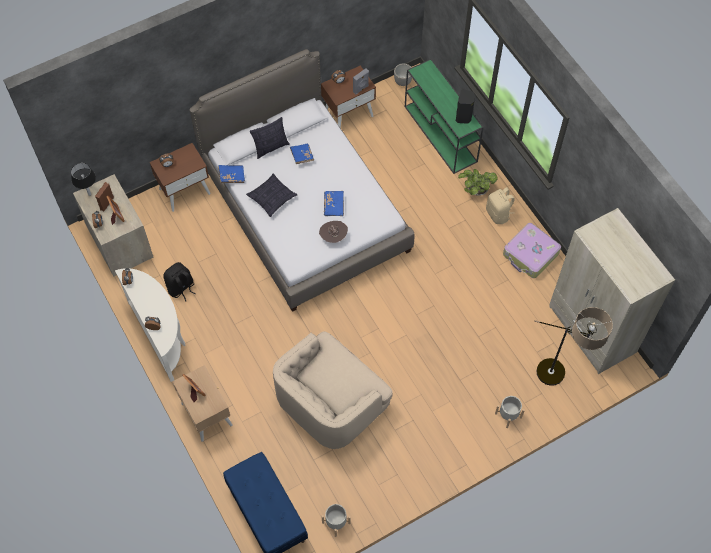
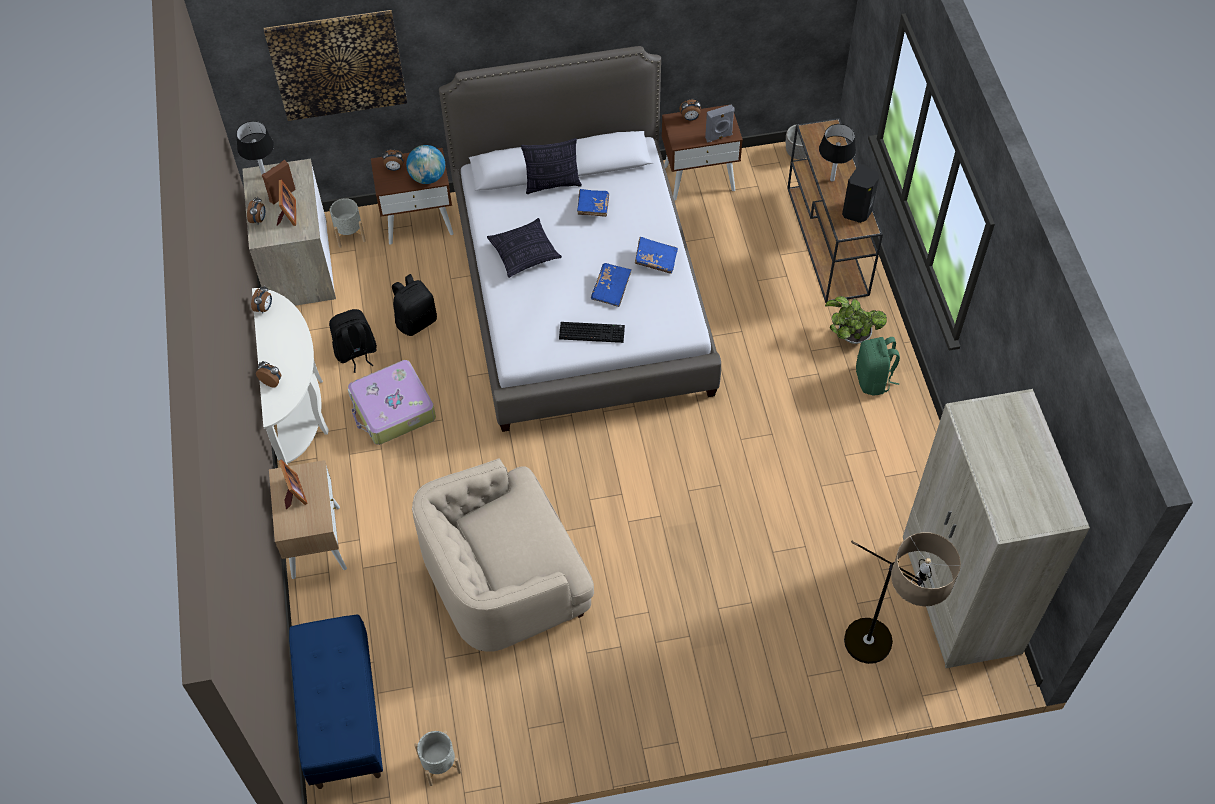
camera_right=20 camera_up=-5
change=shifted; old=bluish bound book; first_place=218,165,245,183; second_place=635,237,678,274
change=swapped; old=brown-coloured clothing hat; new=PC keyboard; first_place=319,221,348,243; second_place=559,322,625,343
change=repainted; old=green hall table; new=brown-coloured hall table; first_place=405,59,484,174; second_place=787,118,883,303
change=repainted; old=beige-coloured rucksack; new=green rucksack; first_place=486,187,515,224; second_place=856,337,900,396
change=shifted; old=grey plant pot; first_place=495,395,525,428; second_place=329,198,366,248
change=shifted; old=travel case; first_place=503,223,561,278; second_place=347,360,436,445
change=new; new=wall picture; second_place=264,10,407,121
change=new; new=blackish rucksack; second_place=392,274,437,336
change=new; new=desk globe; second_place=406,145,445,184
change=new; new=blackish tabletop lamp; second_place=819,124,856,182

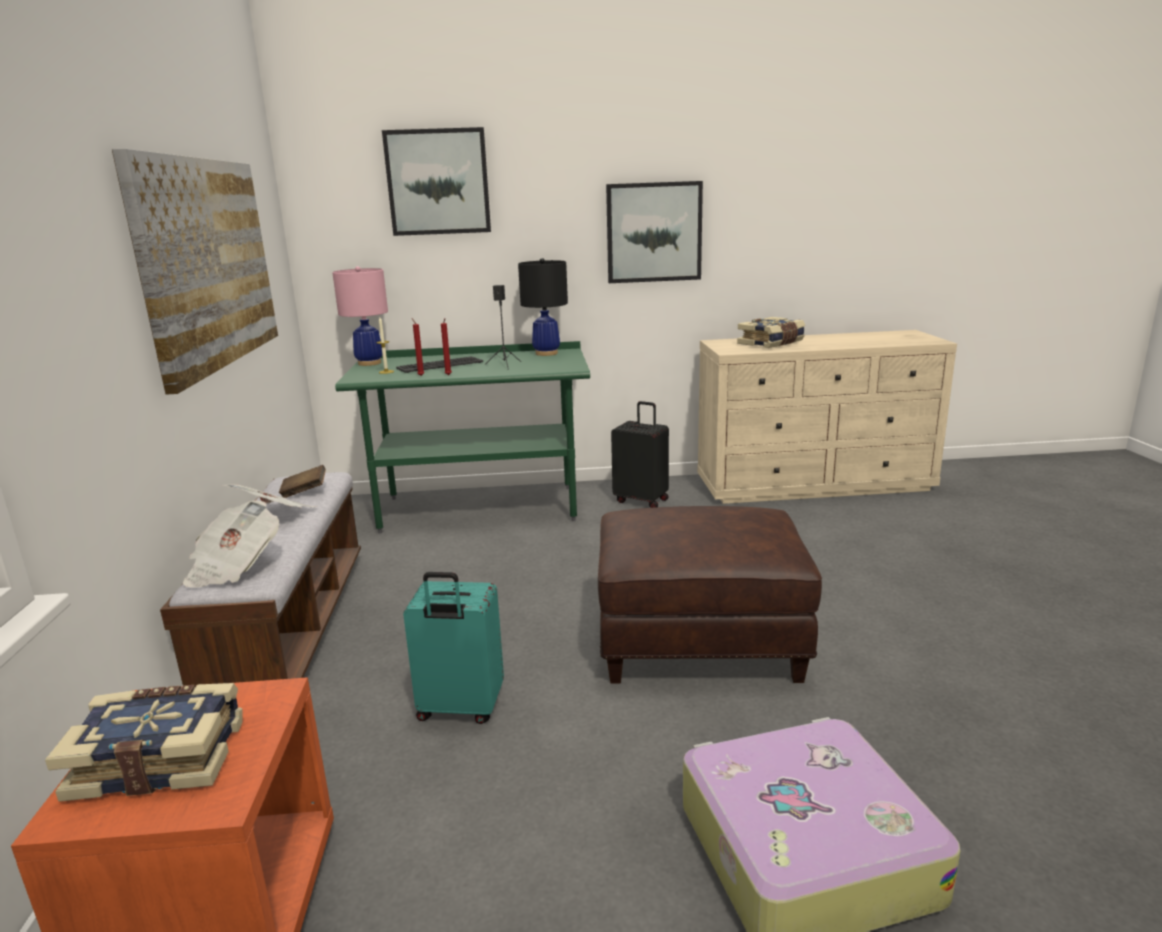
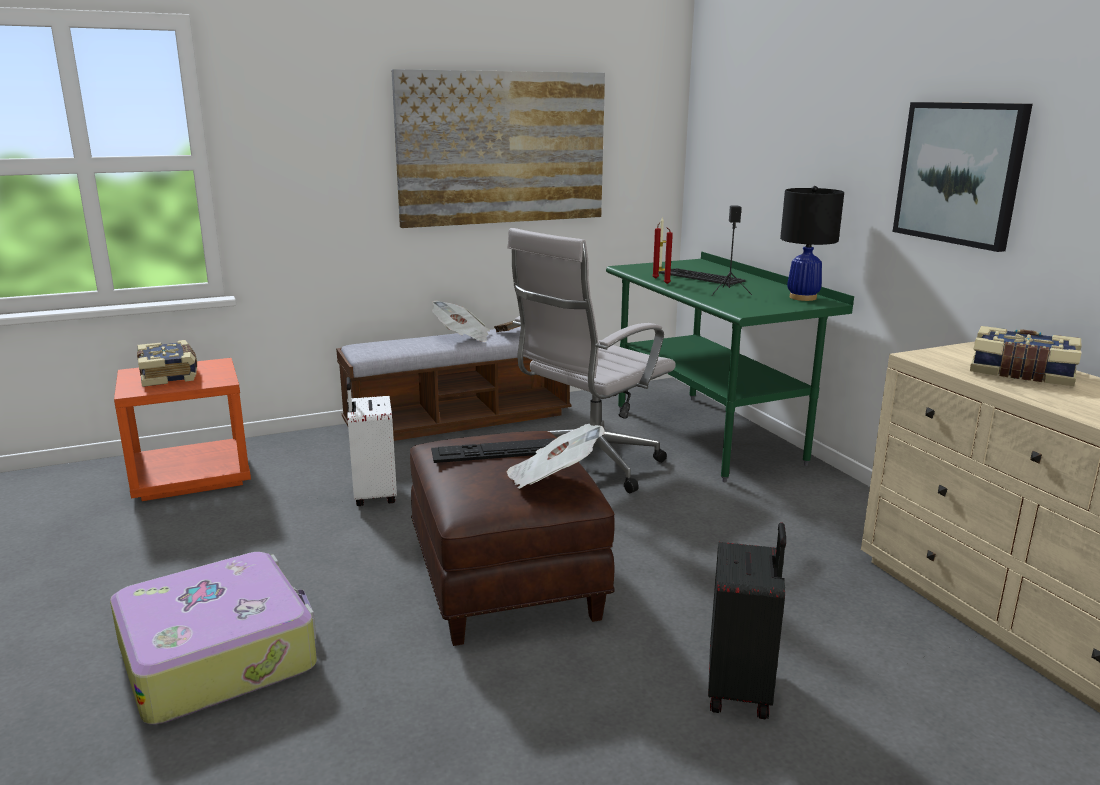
camera_right=70 camera_up=0
change=shifted; old=newspaper; first_place=183,500,279,588; second_place=507,424,605,489
change=gone; old=pinkish tabletop lamp; first_place=332,266,388,366
change=gone; old=wall picture; first_place=382,127,491,236
change=repainted; old=blue-green travel case; new=white travel case; first_place=403,572,504,724; second_place=347,377,397,506
change=shifted; old=blackish travel case; first_place=611,401,669,508; second_place=708,523,786,719
change=new; new=PC keyboard; second_place=431,438,556,463
change=new; new=white desk chair; second_place=507,228,676,493

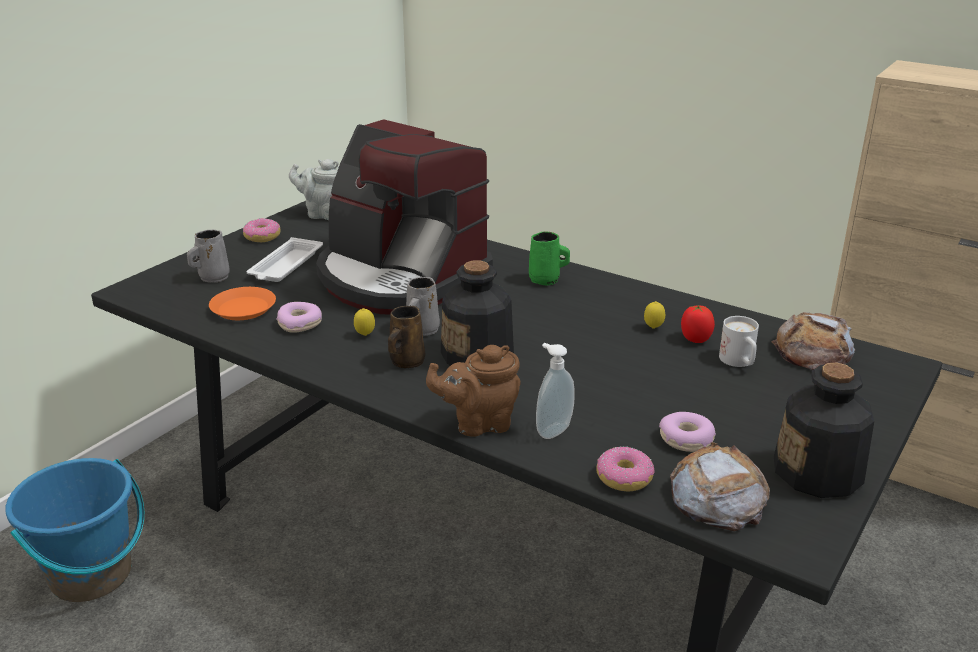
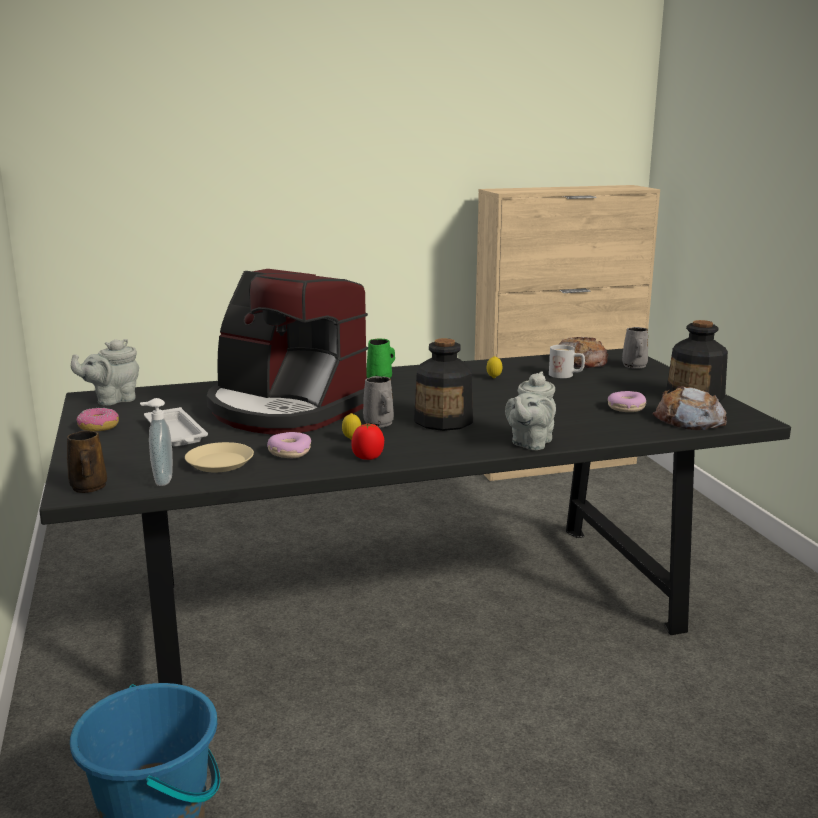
camera_right=-50 camera_up=-10
change=shifted; old=grey mug; first_place=187,230,229,283; second_place=622,327,648,369
change=repainted; old=orange-coloured dinner plate; new=beige-coloured dinner plate; first_place=209,287,276,320; second_place=185,442,254,472
change=rotated; old=coffee machine; first_place=316,119,493,315; second_place=207,269,368,434; degrees=45
change=shifted; old=brown-coloured mug; first_place=388,306,425,368; second_place=67,430,107,493
change=repainted; old=brown-coloured tea pot; new=grey tea pot; first_place=426,345,521,437; second_place=505,371,556,450
change=shifted; old=soap bottle; first_place=536,343,575,439; second_place=140,398,173,486
change=gone; old=doughnut; first_place=597,446,654,491
change=shifted; old=whole tomato; first_place=681,305,715,343; second_place=351,423,384,460

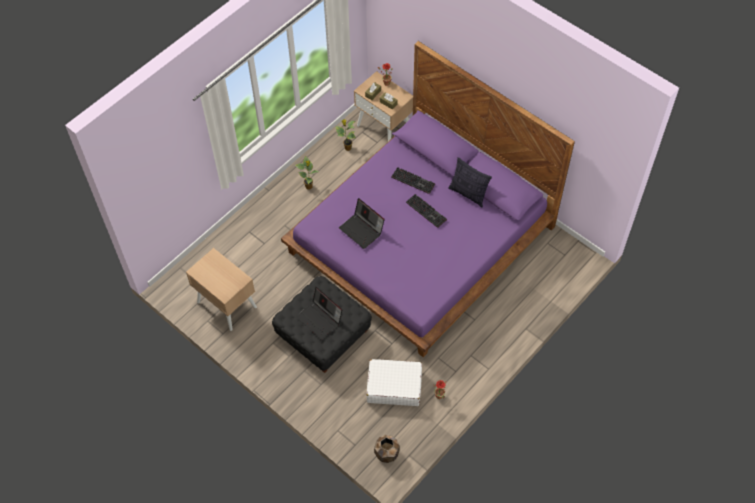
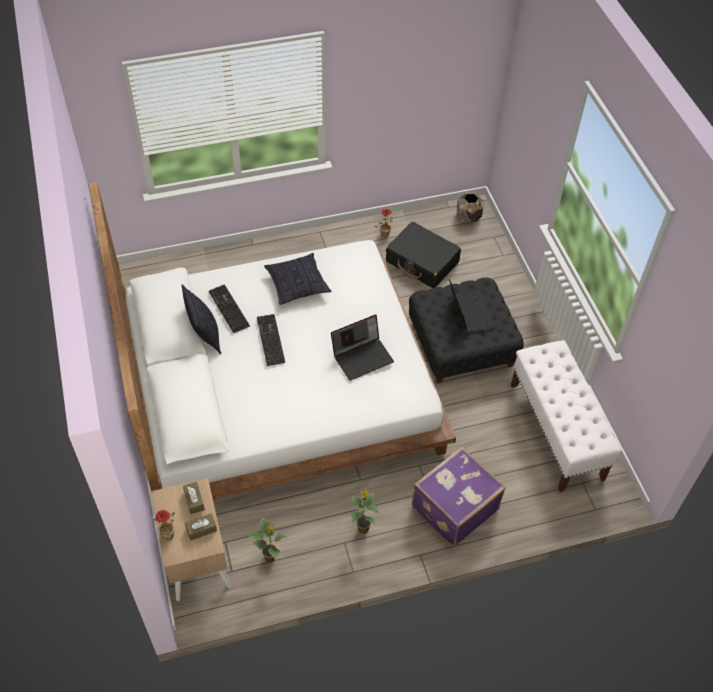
camera_right=-150 camera_up=-5
change=swapped; old=beige-coloured night table; new=white indoor bench; first_place=186,248,257,331; second_place=511,340,622,492
change=repainted; old=purple bed; new=white bed; first_place=281,41,575,357; second_place=89,182,456,500
change=rotated; old=notebook computer; first_place=339,198,385,249; second_place=331,315,394,381; degrees=75
change=repainted; old=white travel case; new=blackish travel case; first_place=367,359,422,406; second_place=386,222,461,288
change=shifted; old=PC keyboard; first_place=391,167,435,194; second_place=209,284,250,333
change=new; new=cushion; second_place=264,253,331,305
change=new; new=purple travel case; second_place=412,446,506,547

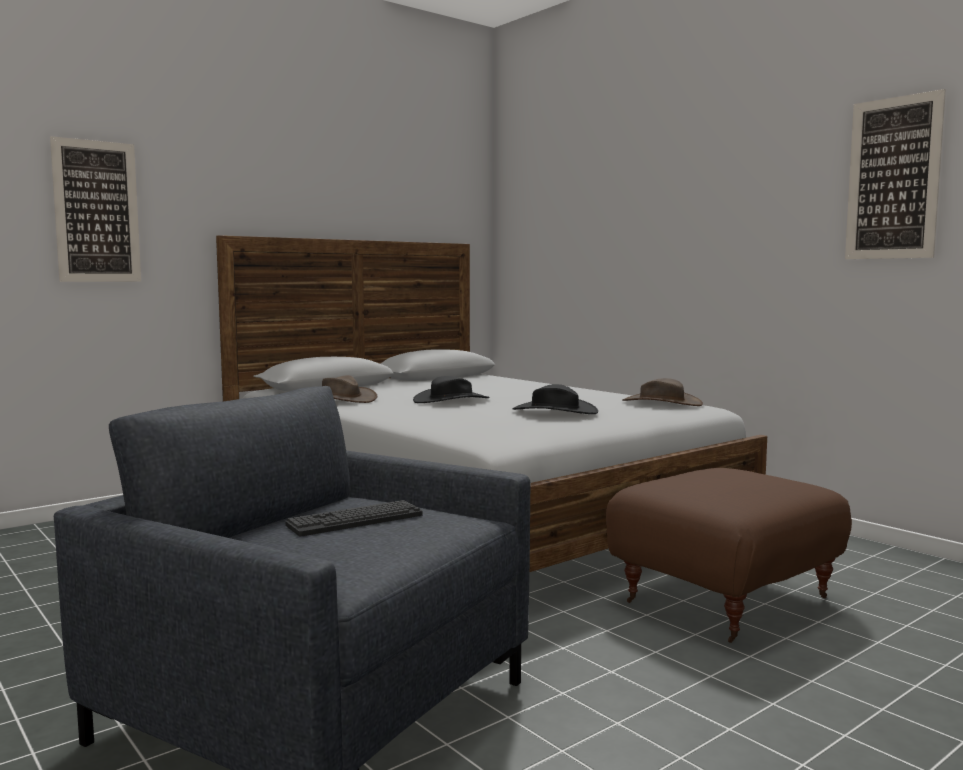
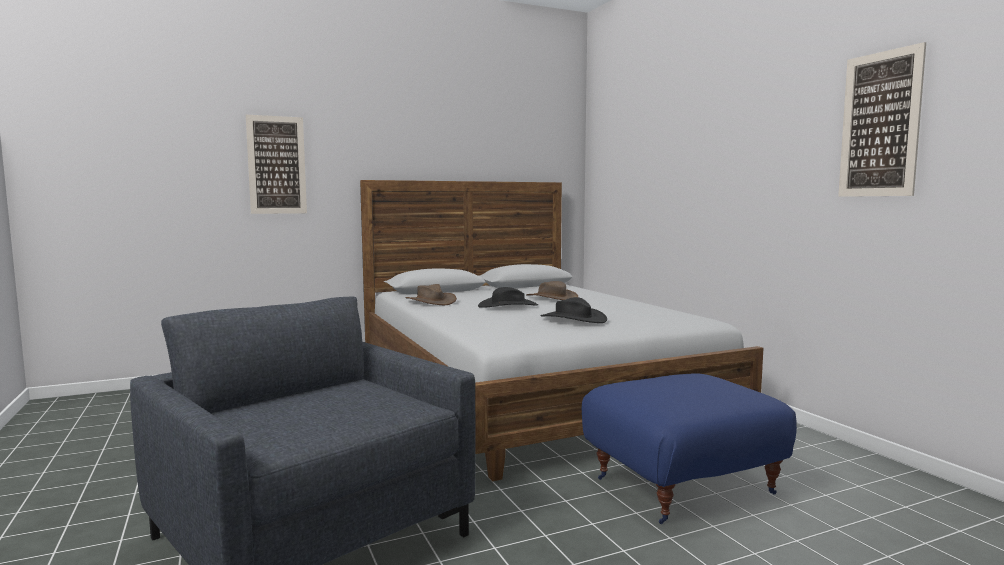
camera_right=15 camera_up=0
change=gone; old=PC keyboard; first_place=285,500,422,536
change=repainted; old=brown-coloured pouffe; new=bluish pouffe; first_place=606,468,852,643; second_place=582,373,797,524
change=shifted; old=brown-coloured clothing hat; first_place=622,378,703,406; second_place=526,281,578,300

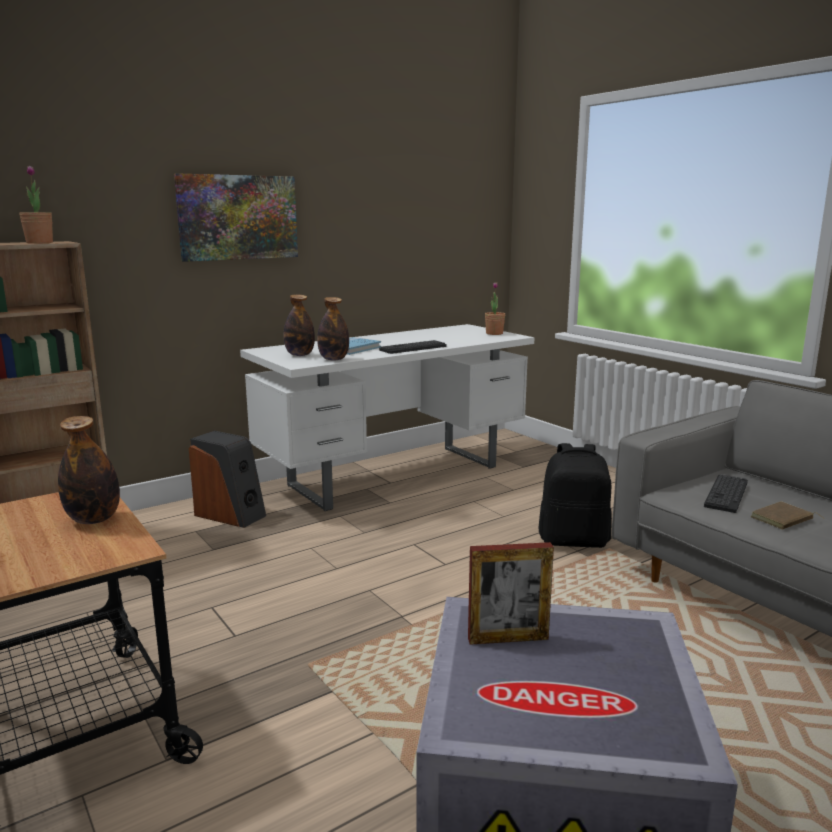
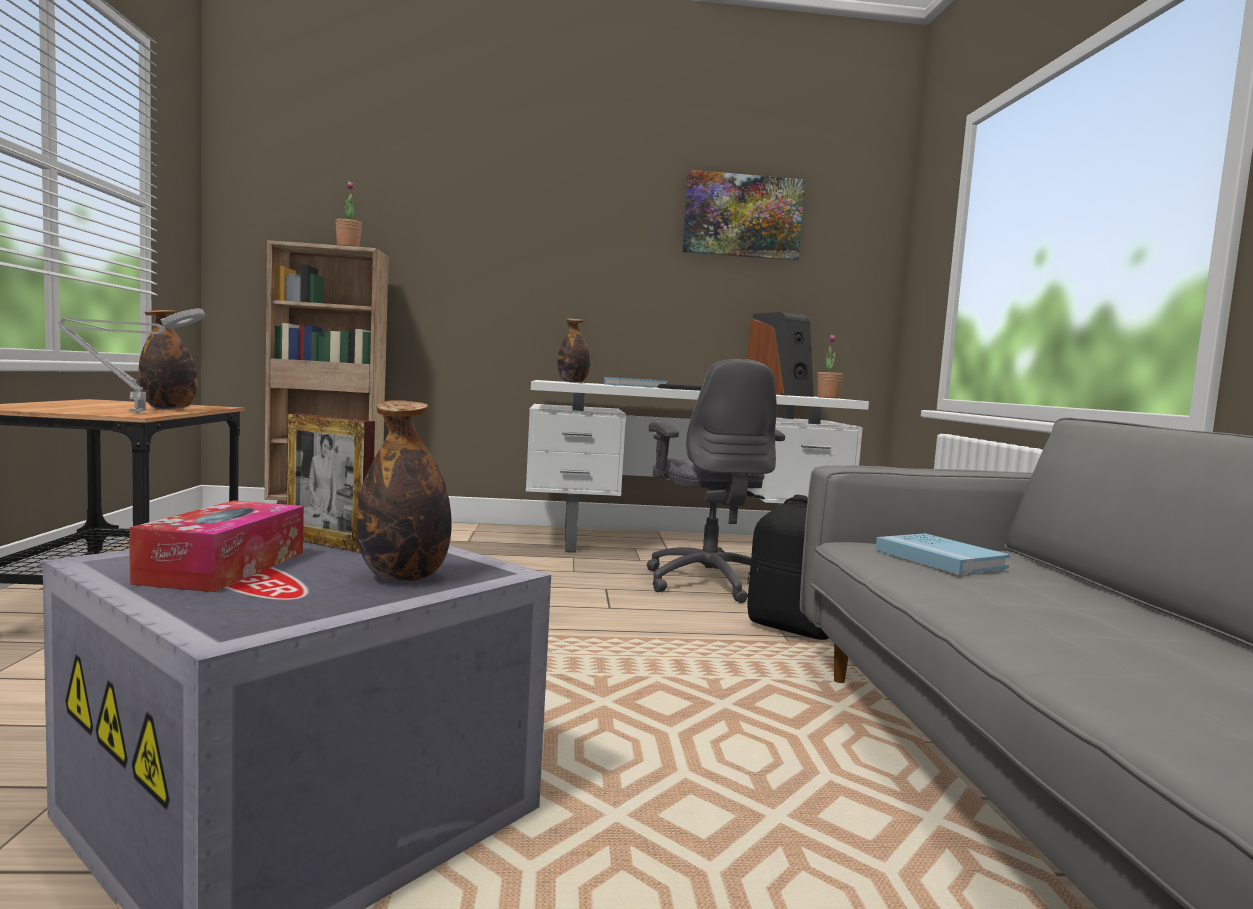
camera_right=30 camera_up=-10
change=shifted; old=wall picture; first_place=174,173,298,262; second_place=682,170,805,261
change=shifted; old=audio speaker; first_place=189,431,266,528; second_place=747,312,814,397
change=shifted; old=beverage bottle; first_place=317,297,349,361; second_place=357,400,452,582
change=swapped; old=PC keyboard; new=bluish bound book; first_place=704,474,748,513; second_place=876,533,1010,574
change=gone; old=brown-coloured bound book; first_place=751,501,823,530
change=new; new=grey tabletop lamp; second_place=58,309,205,413
change=new; new=tissue box; second_place=129,500,304,592
change=new; new=grey desk chair; second_place=647,359,785,603

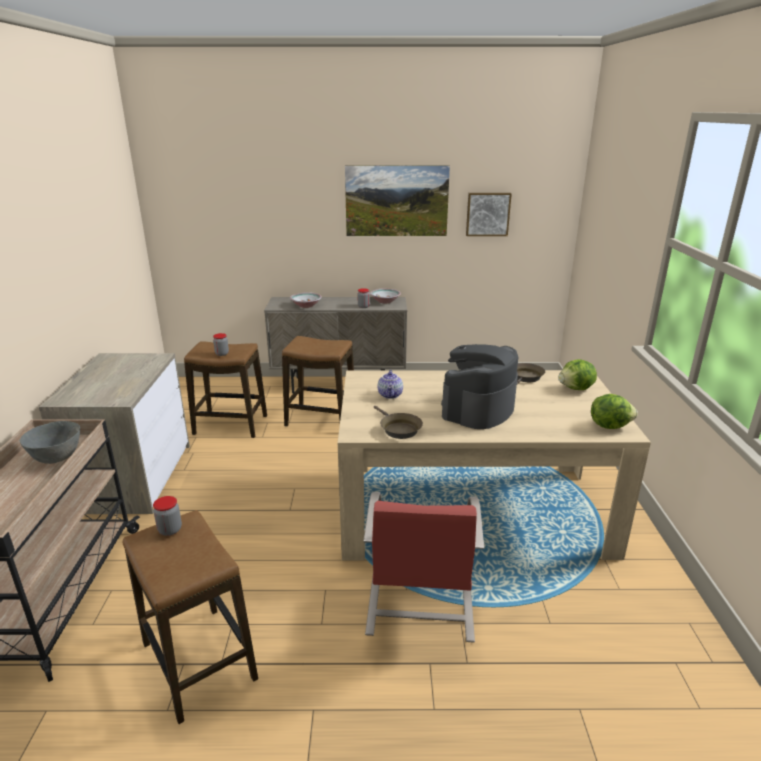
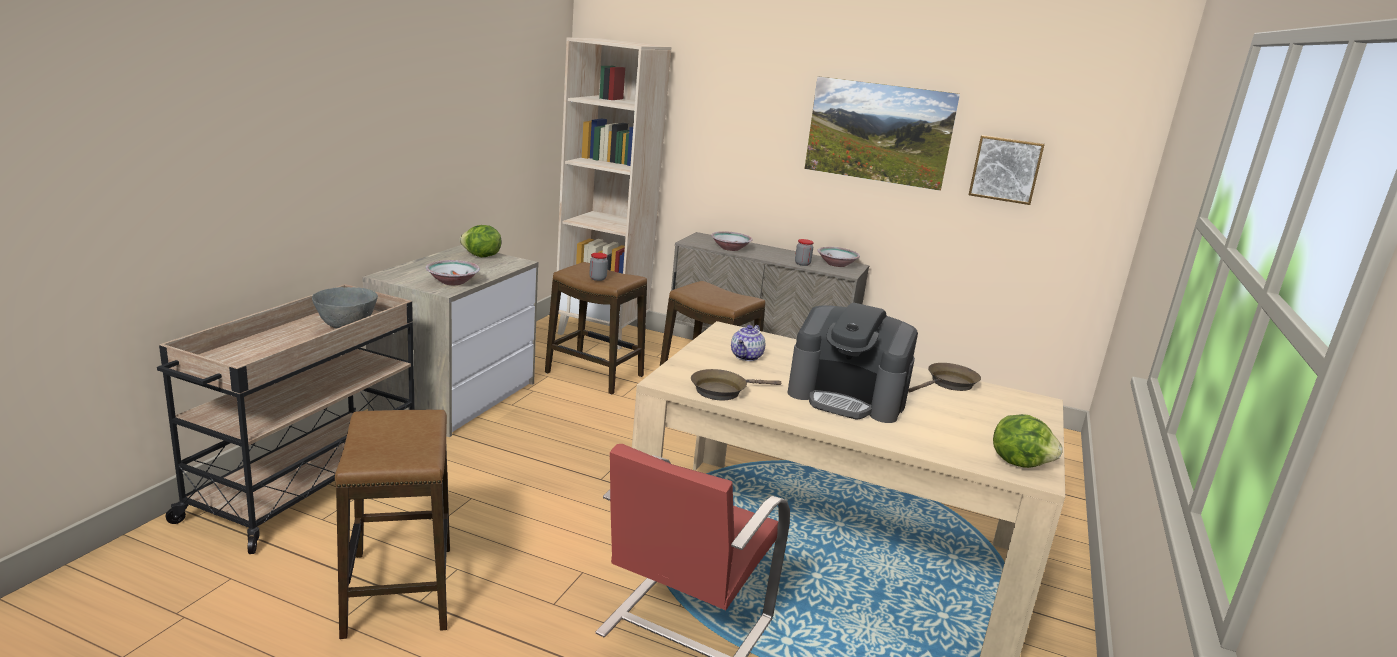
camera_right=20 camera_up=-5
change=gone; old=preserve jar; first_place=153,496,182,536
change=rotated; old=brown-coloured skillet; first_place=374,406,423,439; second_place=691,369,781,400; degrees=75
change=rotated; old=coffee machine; first_place=441,344,518,429; second_place=787,303,918,423; degrees=-120
change=shifted; old=lettuce; first_place=558,359,597,390; second_place=460,225,502,257
change=new; new=deep dish; second_place=425,260,480,285
change=new; new=beige-coloured bookshelf; second_place=557,37,672,350

